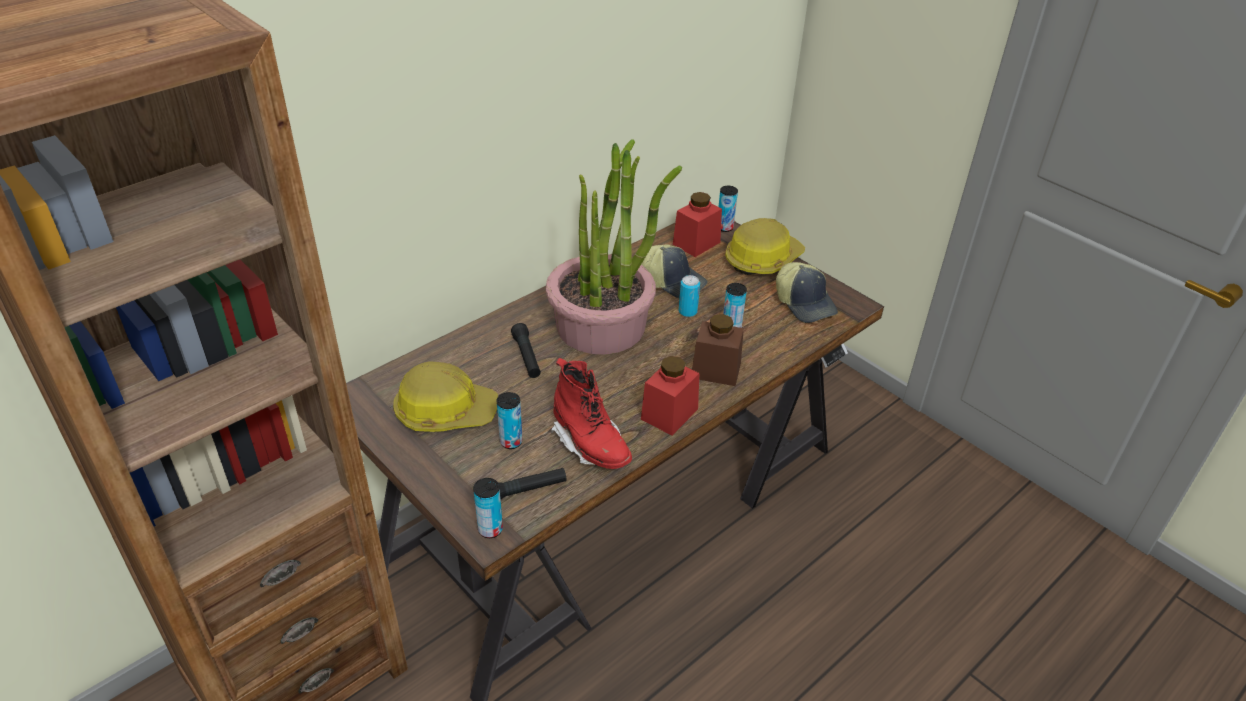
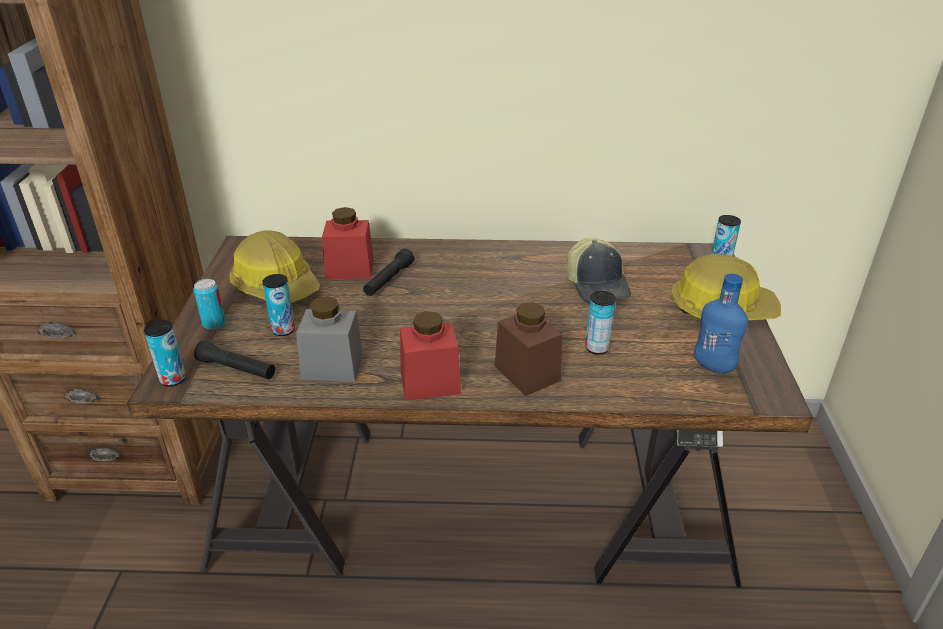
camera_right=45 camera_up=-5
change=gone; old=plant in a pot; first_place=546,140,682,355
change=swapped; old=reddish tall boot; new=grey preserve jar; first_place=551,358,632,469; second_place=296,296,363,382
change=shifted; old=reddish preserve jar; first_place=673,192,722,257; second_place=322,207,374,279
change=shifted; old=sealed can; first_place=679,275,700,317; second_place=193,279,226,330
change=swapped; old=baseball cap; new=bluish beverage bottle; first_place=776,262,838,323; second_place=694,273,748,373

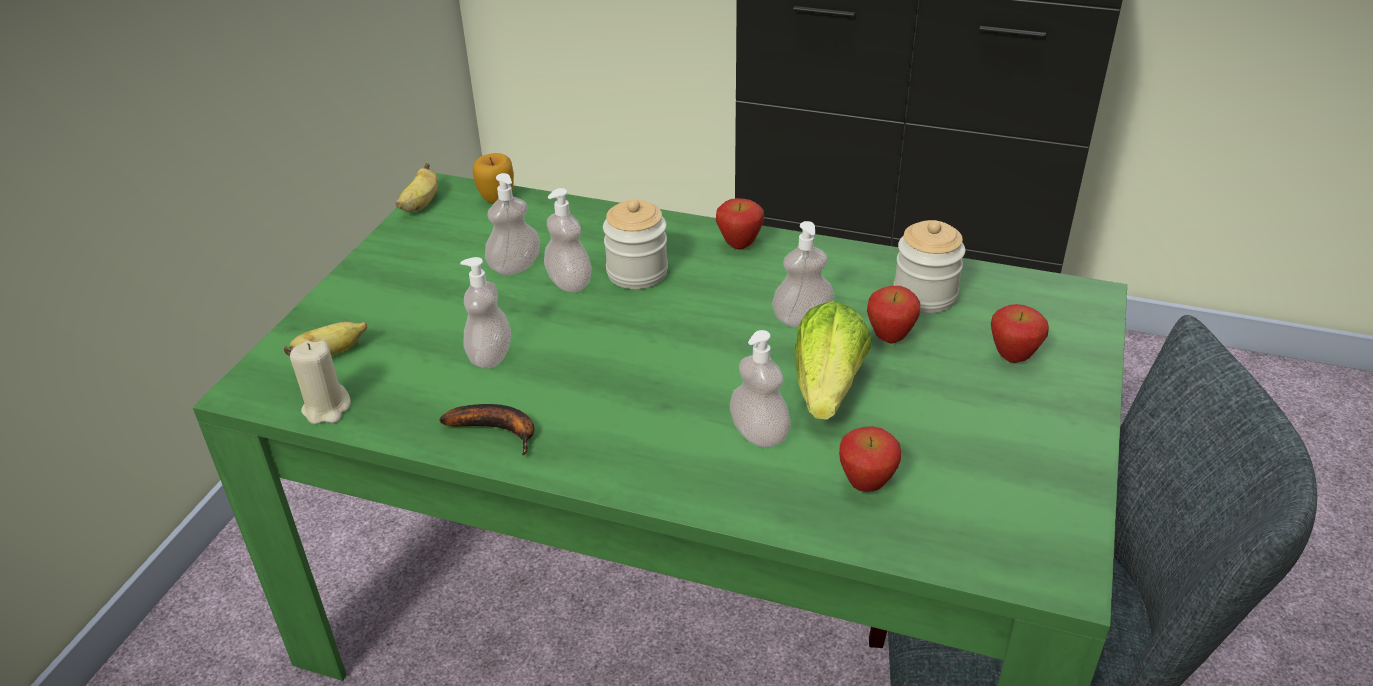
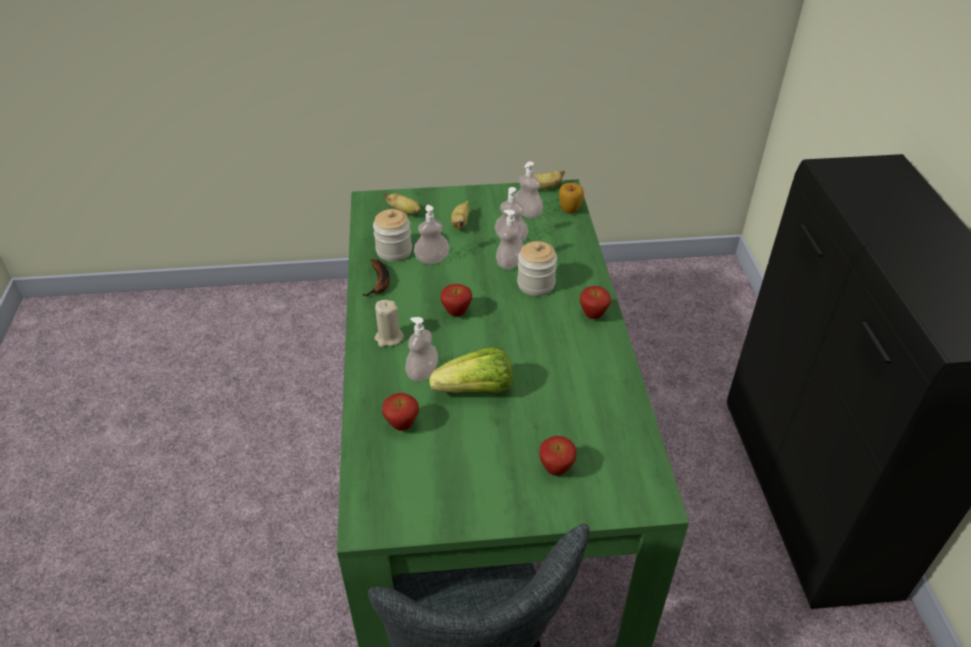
camera_right=65 camera_up=5
change=shifted; old=beige-coloured wax candle; first_place=290,341,351,424; second_place=375,300,404,347
change=shifted; old=soap bottle; first_place=772,221,834,327; second_place=516,162,543,218
change=shifted; old=apple; first_place=867,286,920,343; second_place=441,284,472,317
change=shifted; old=preserve jar; first_place=893,220,965,313; second_place=373,209,412,262
change=new; new=banana fruit; second_place=451,201,469,230

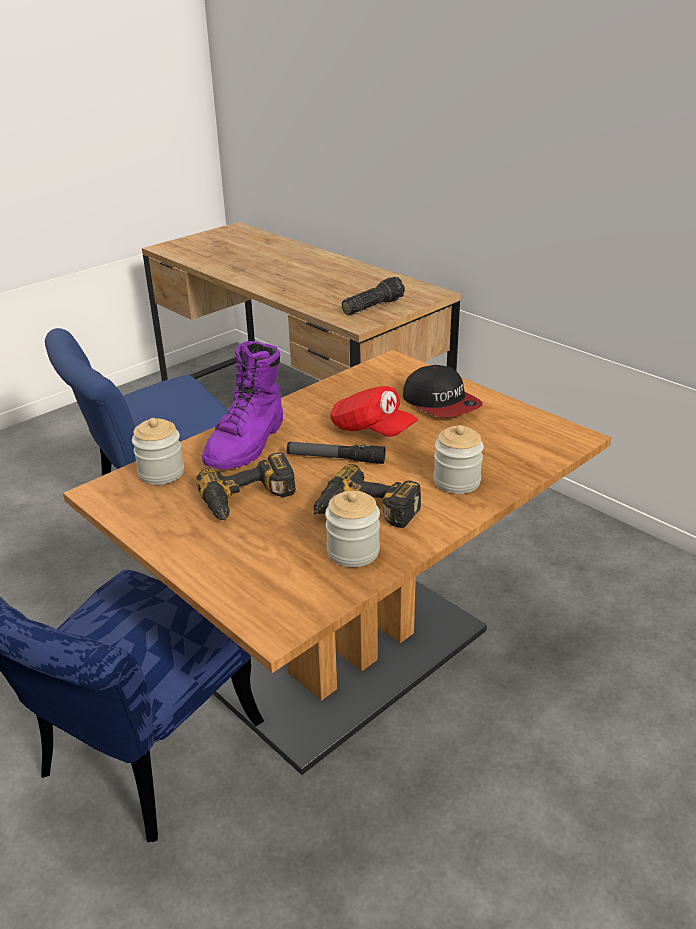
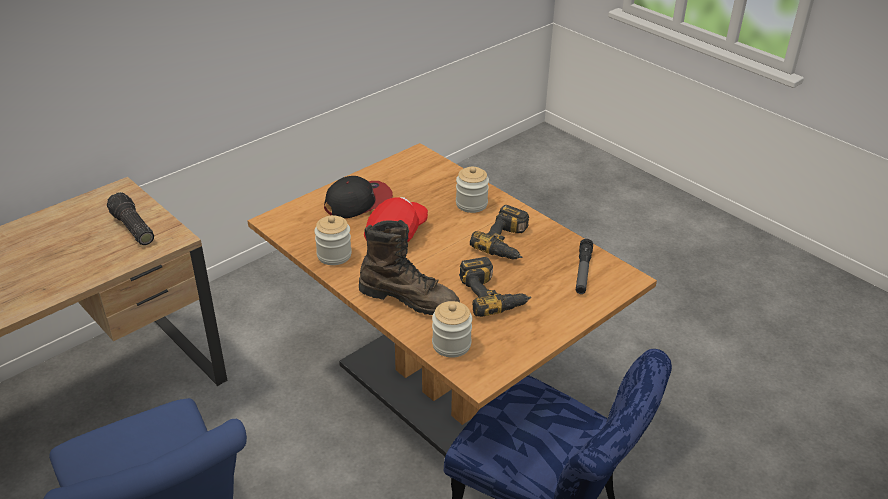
camera_right=-90 camera_up=5
change=repainted; old=purple tall boot; new=brown-coloured tall boot; first_place=202,341,283,469; second_place=359,220,460,315
change=shifted; old=hand torch; first_place=287,442,385,464; second_place=576,239,593,294
change=shifted; old=preserve jar; first_place=325,490,380,567; second_place=314,215,352,265

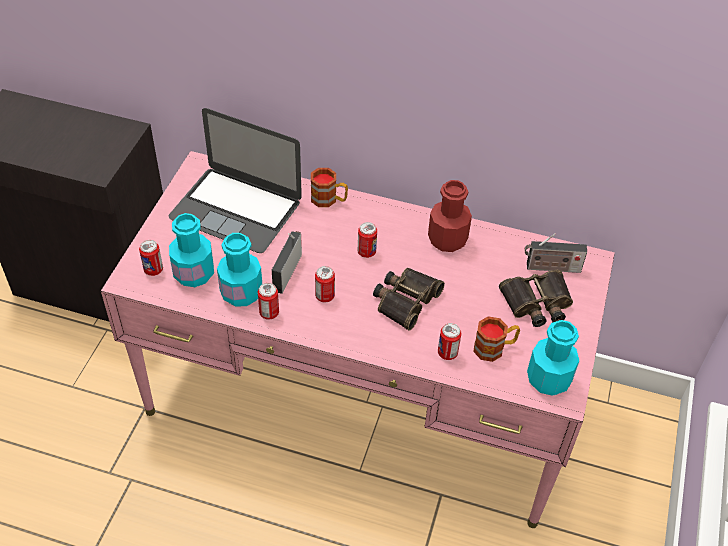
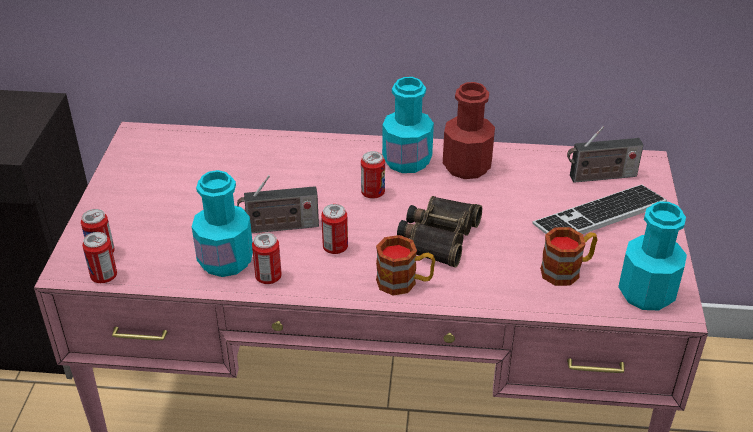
camera_right=-10 camera_up=-10
change=gone; old=notebook computer; first_place=169,108,302,253
change=shifted; old=blue-green beverage bottle; first_place=169,213,214,287; second_place=382,77,434,173
change=rotated; old=radio receiver; first_place=272,231,302,294; second_place=237,175,319,233; degrees=-105
change=shifted; old=mug; first_place=311,168,348,207; second_place=376,235,435,296
change=shifted; old=sealed can; first_place=438,323,461,360; second_place=82,232,117,283
change=swapped; old=field glasses; new=PC keyboard; first_place=499,270,573,327; second_place=533,184,667,234

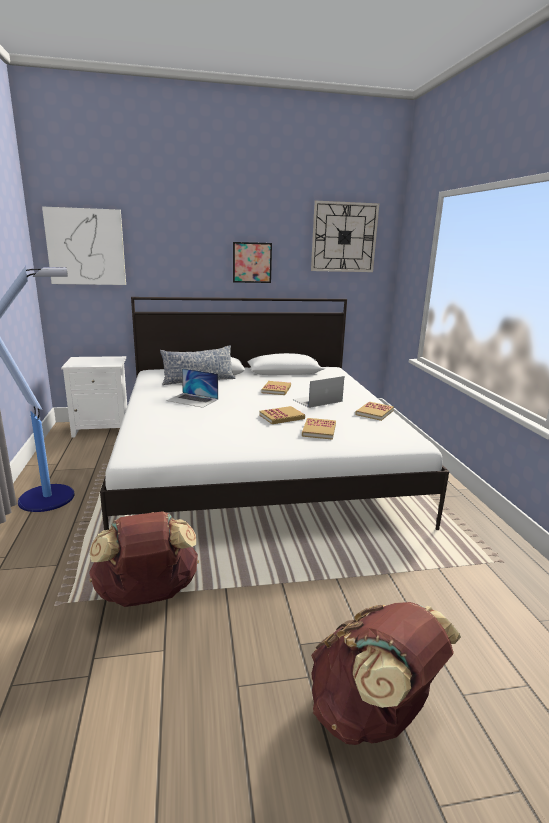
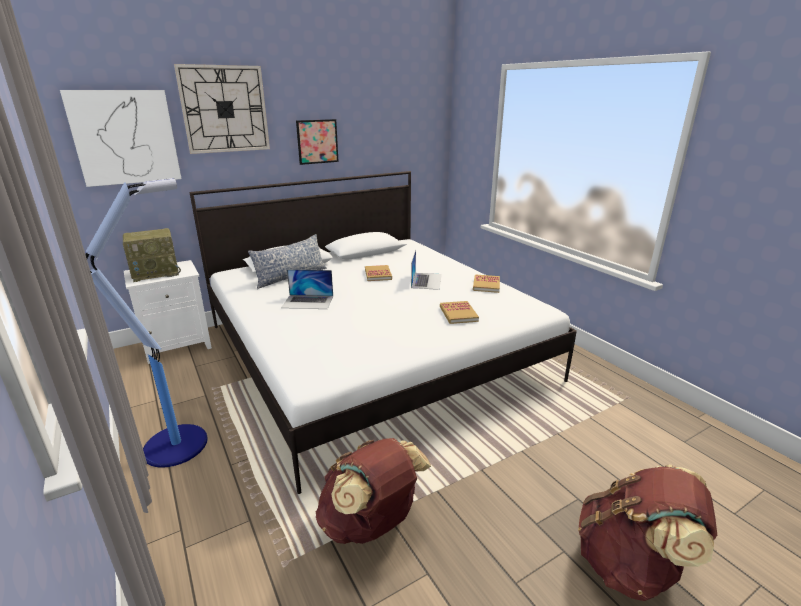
camera_right=-20 camera_up=5
change=gone; old=bound book; first_place=259,406,305,424
change=rotated; old=notebook computer; first_place=292,376,344,408; second_place=411,250,442,290; degrees=150
change=shifted; old=clock on the wall; first_place=311,201,379,272; second_place=174,64,270,154
change=new; new=radio receiver; second_place=123,228,181,282

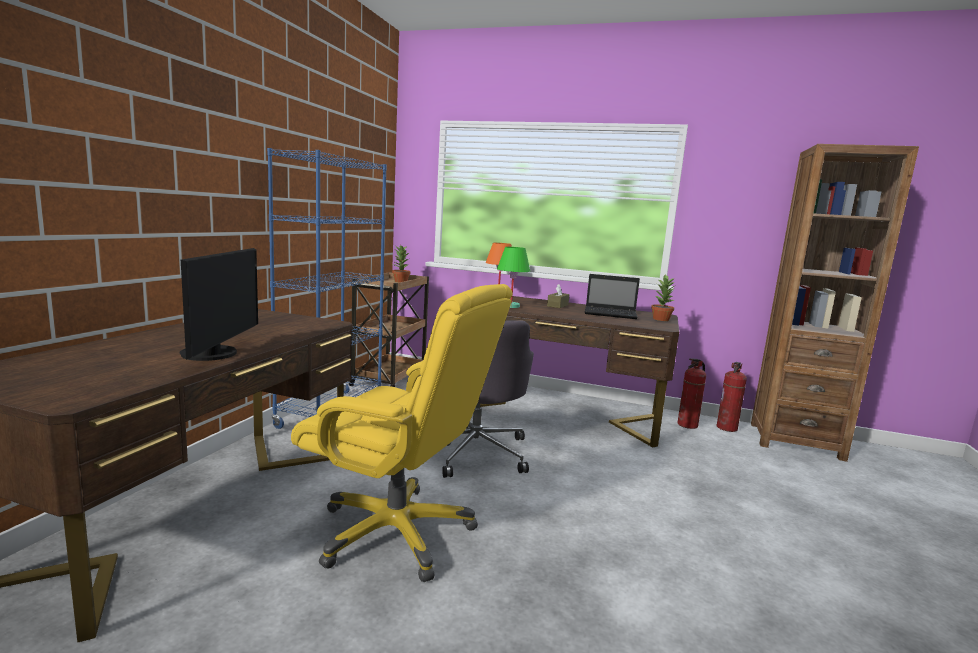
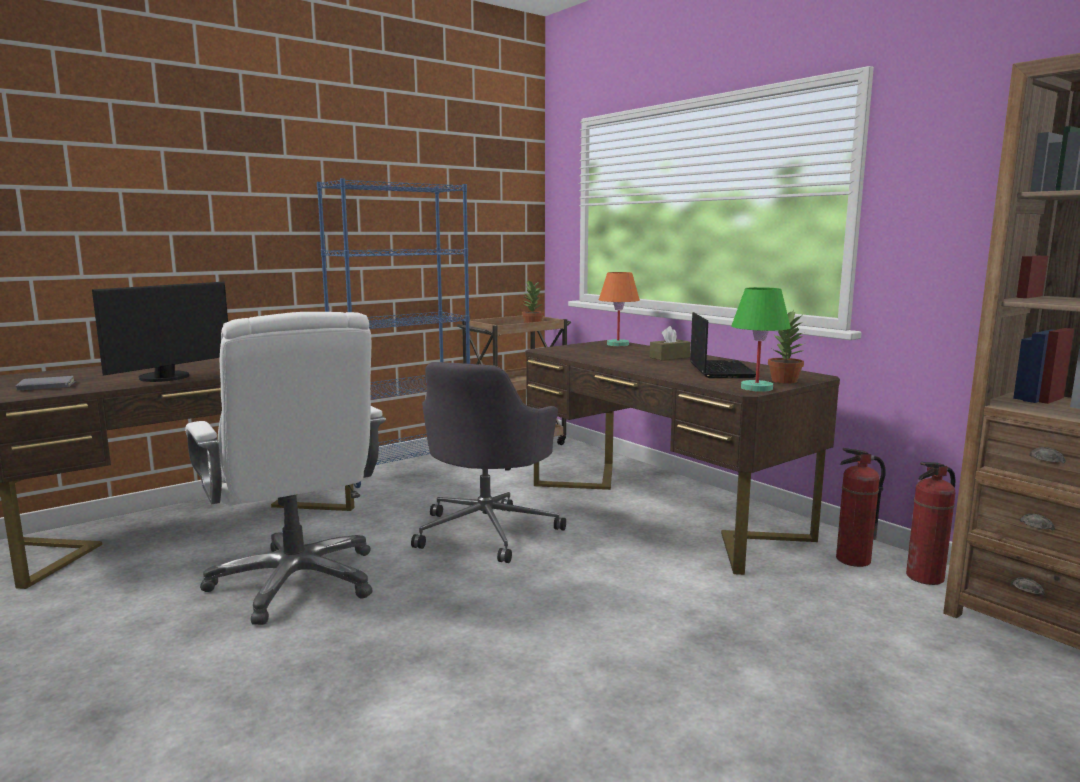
camera_right=35 camera_up=0
change=repainted; old=yellow desk chair; new=white desk chair; first_place=291,284,513,582; second_place=185,312,386,625
change=shifted; old=green tabletop lamp; first_place=497,247,530,308; second_place=731,287,791,392
change=rotated; old=notebook computer; first_place=585,274,640,319; second_place=690,312,756,378; degrees=-135
change=new; new=grey bound book; second_place=16,376,76,391

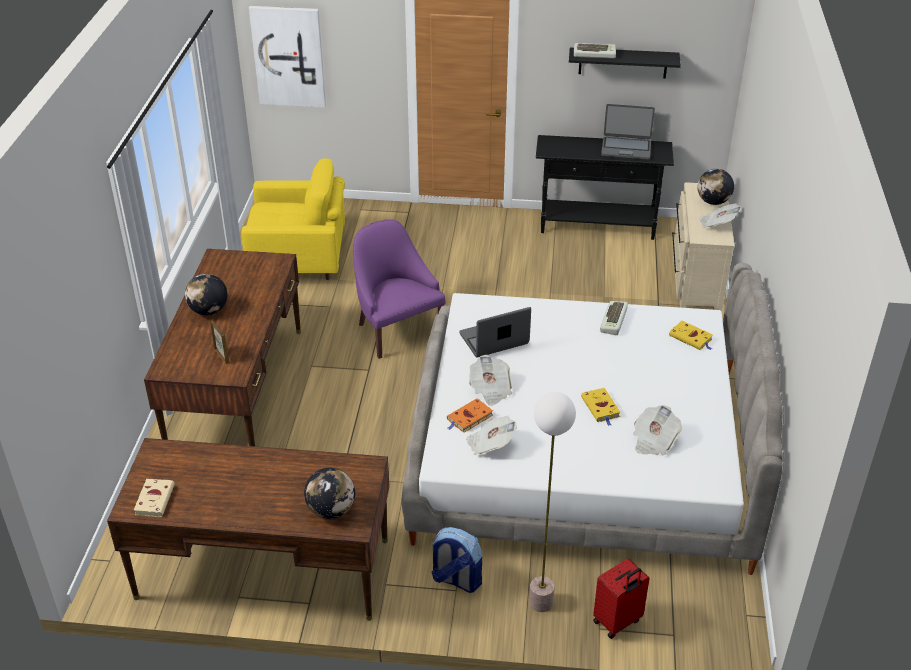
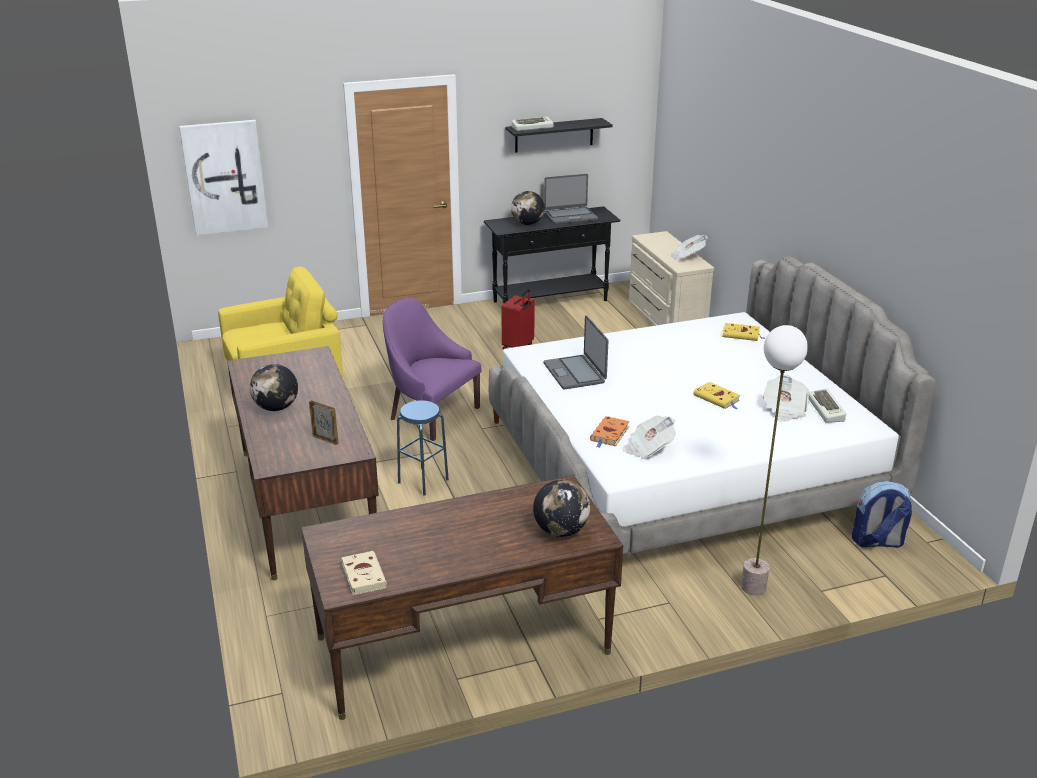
camera_right=-25 camera_up=-10
change=shifted; old=rucksack; first_place=432,527,482,593; second_place=852,481,912,548
change=rotated; old=notebook computer; first_place=459,307,531,357; second_place=544,315,608,390; degrees=-60
change=gone; old=newspaper; first_place=469,355,512,406
change=shifted; old=reddish travel case; first_place=593,558,650,639; second_place=501,289,535,350
change=shifted; old=PC keyboard; first_place=600,301,628,335; second_place=808,389,846,423
change=shifted; old=desk globe; first_place=697,169,734,205; second_place=511,191,545,225
change=new; new=bluish stool; second_place=397,400,449,496

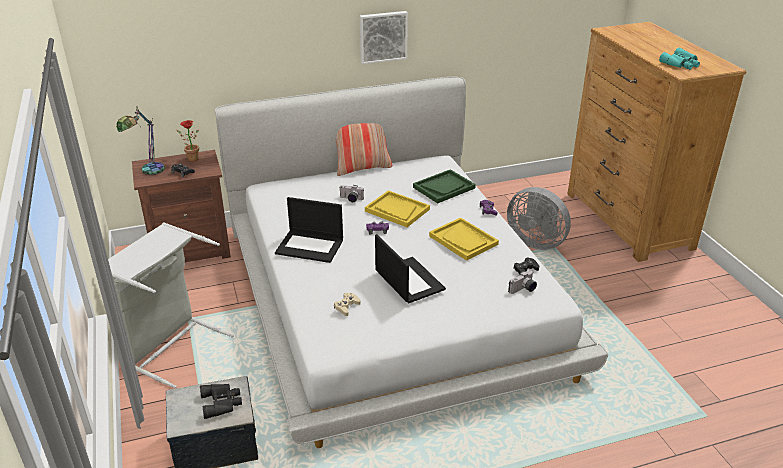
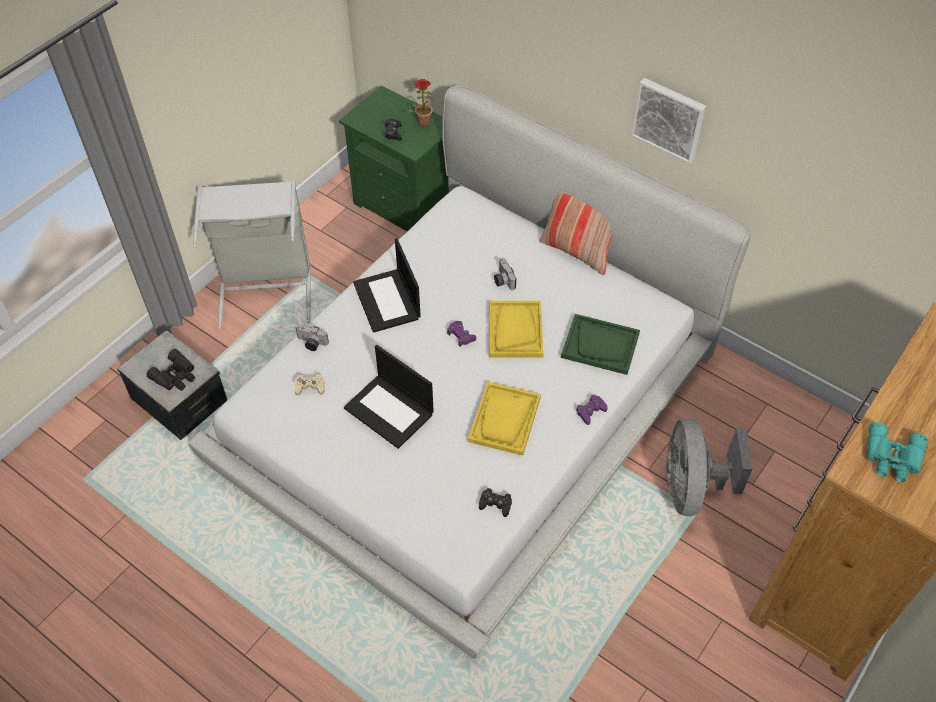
camera_right=55 camera_up=20
change=gone; old=tabletop lamp; first_place=116,106,165,175
change=repainted; old=brown-coloured night table; new=green night table; first_place=132,150,231,262; second_place=339,86,449,231
change=rotated; old=notebook computer; first_place=375,234,446,303; second_place=344,345,434,449; degrees=105
change=shifted; old=photo camera; first_place=508,270,537,294; second_place=296,325,329,351

